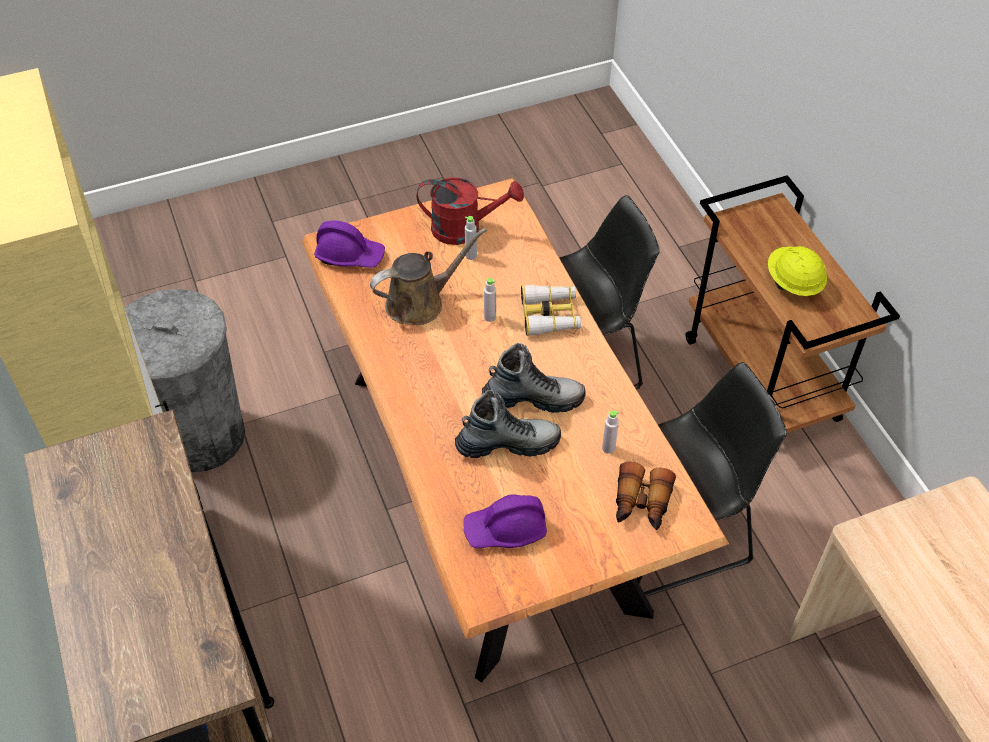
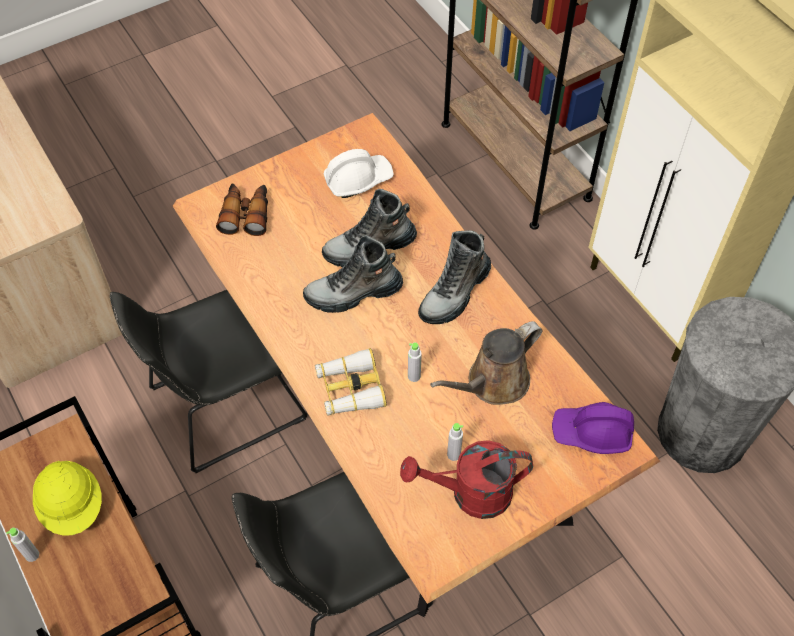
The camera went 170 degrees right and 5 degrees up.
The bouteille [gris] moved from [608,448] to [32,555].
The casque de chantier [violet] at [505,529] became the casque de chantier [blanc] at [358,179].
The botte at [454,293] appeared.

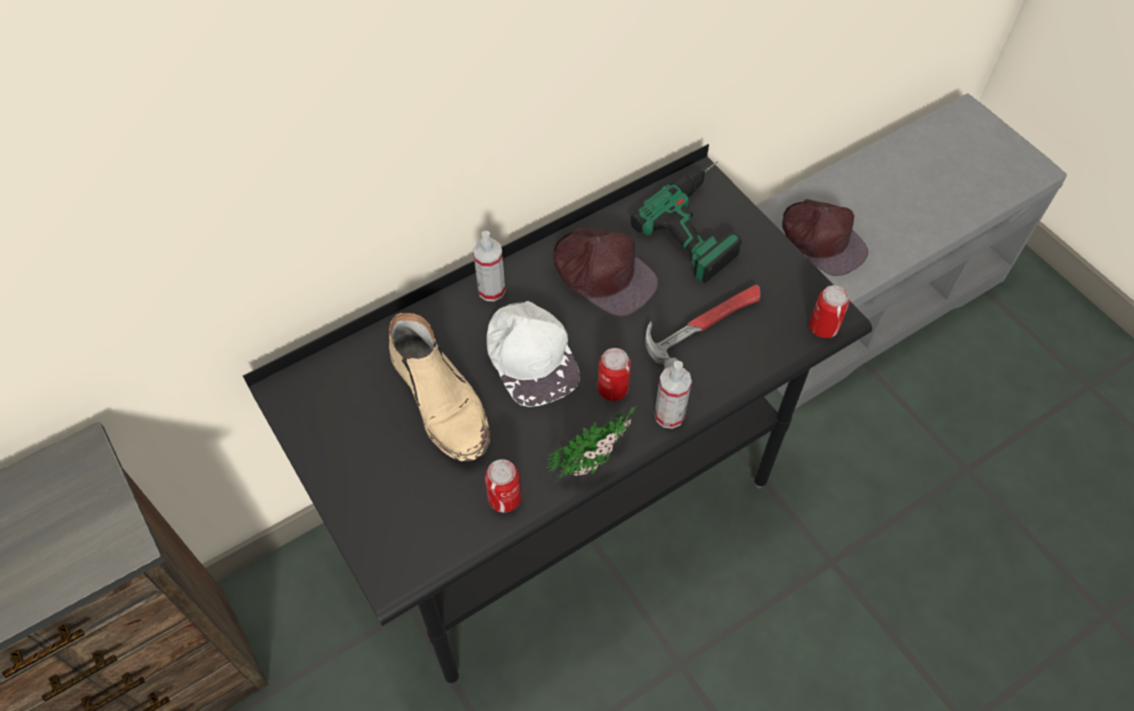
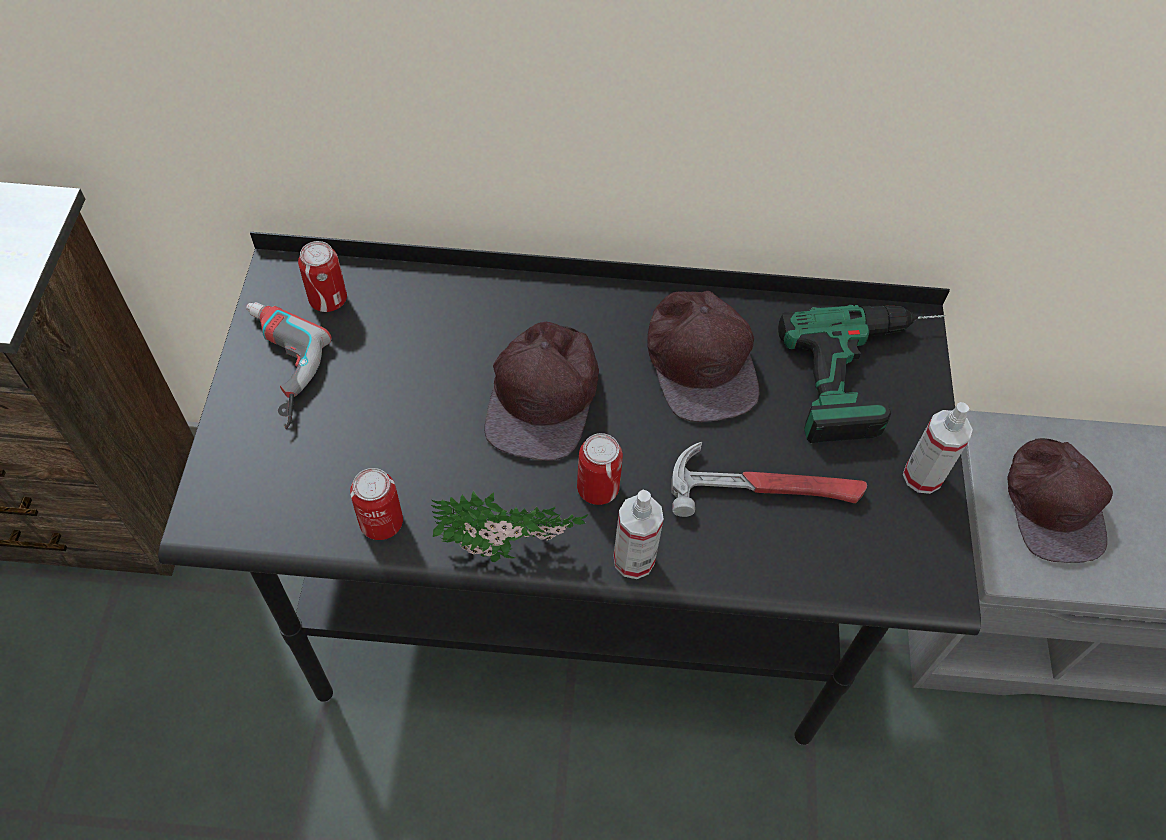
The camera went 35 degrees right and 0 degrees up.
The perceuse at [271,368] appeared.
The boîte métallique moved from [823,327] to [328,299].
The casquette [blanc] at [531,355] became the casquette [marron] at [544,395].
The vaporisateur moved from [491,290] to [922,476].
The botte [beige] at [442,400] disappeared.

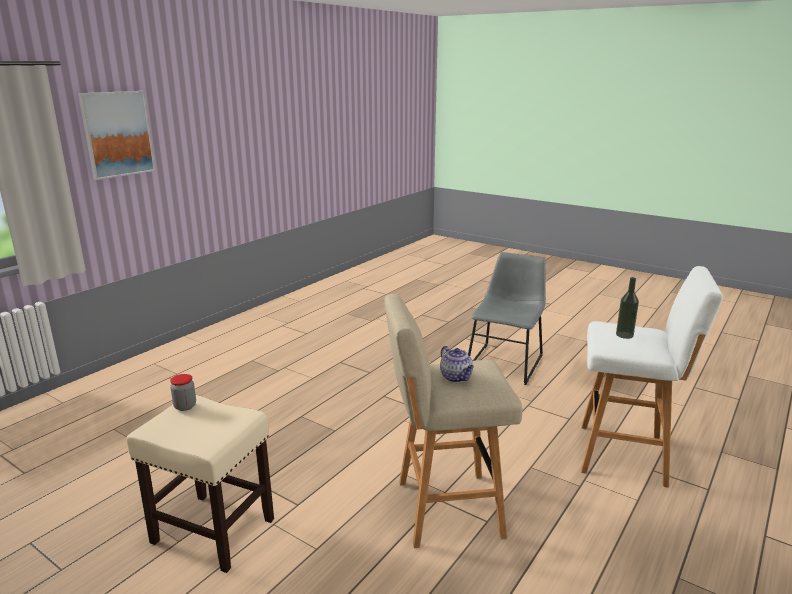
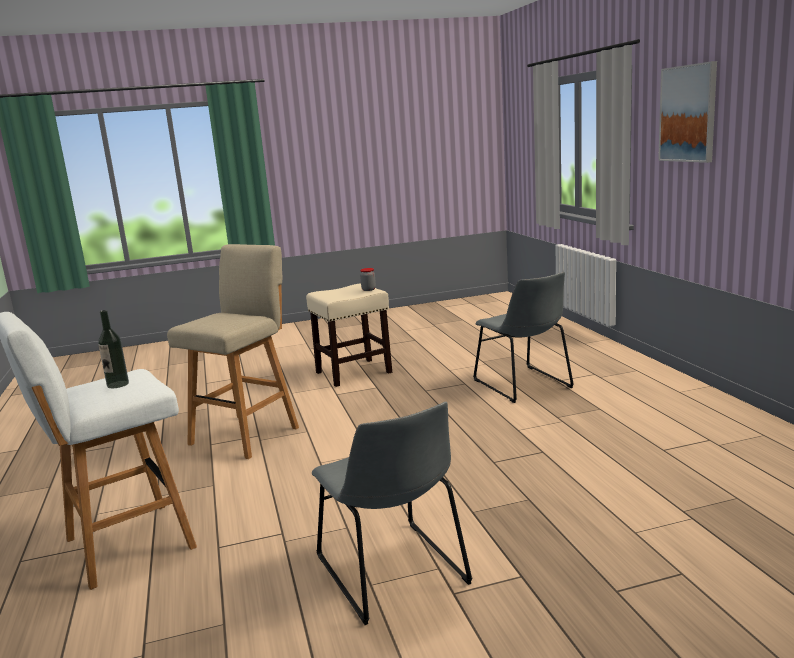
The camera went 130 degrees right and 5 degrees down.
The chaise [gris] at [524,385] appeared.
The théière at [456,377] disappeared.

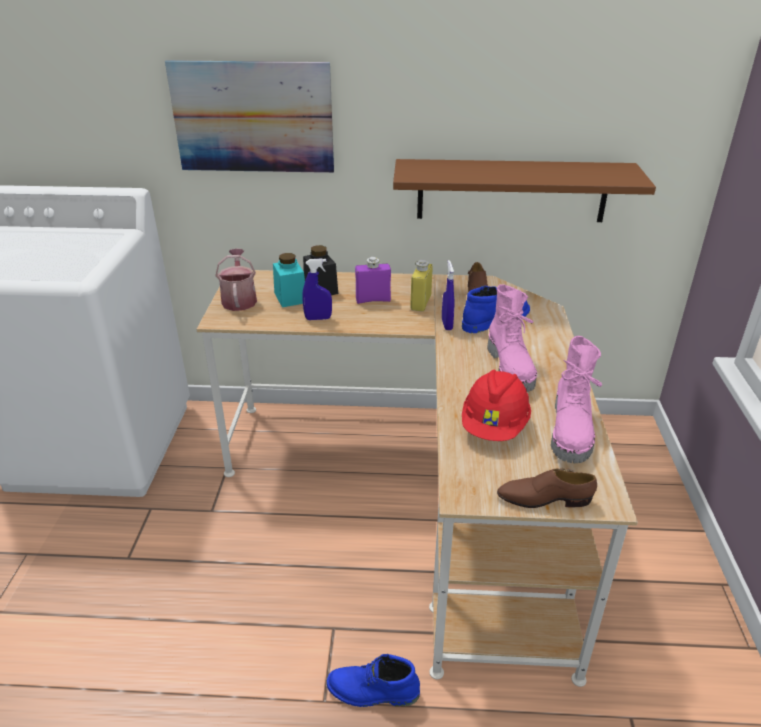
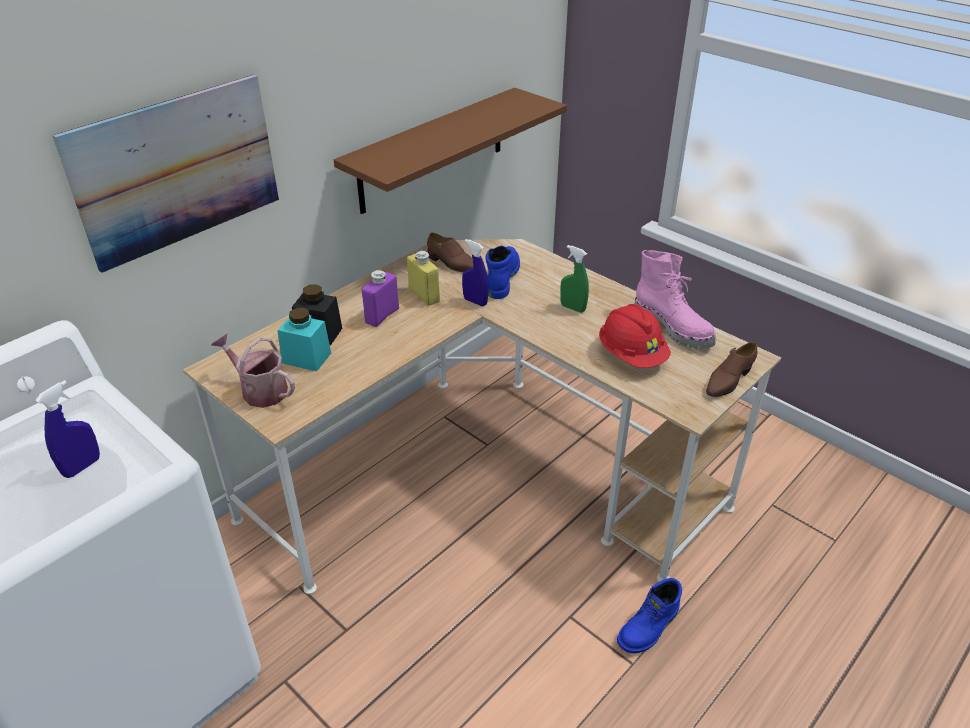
The camera went 50 degrees left and 5 degrees up.
The vaporisateur [bleu] moved from [318,318] to [82,467].
The botte [rose] at [511,368] was replaced by the vaporisateur [vert] at [572,308].

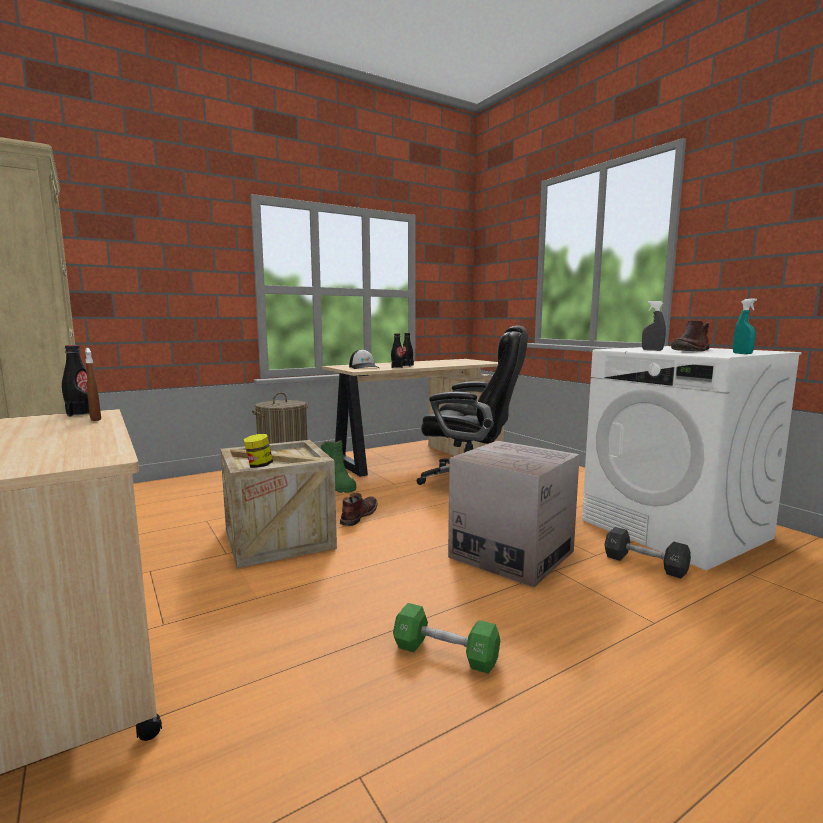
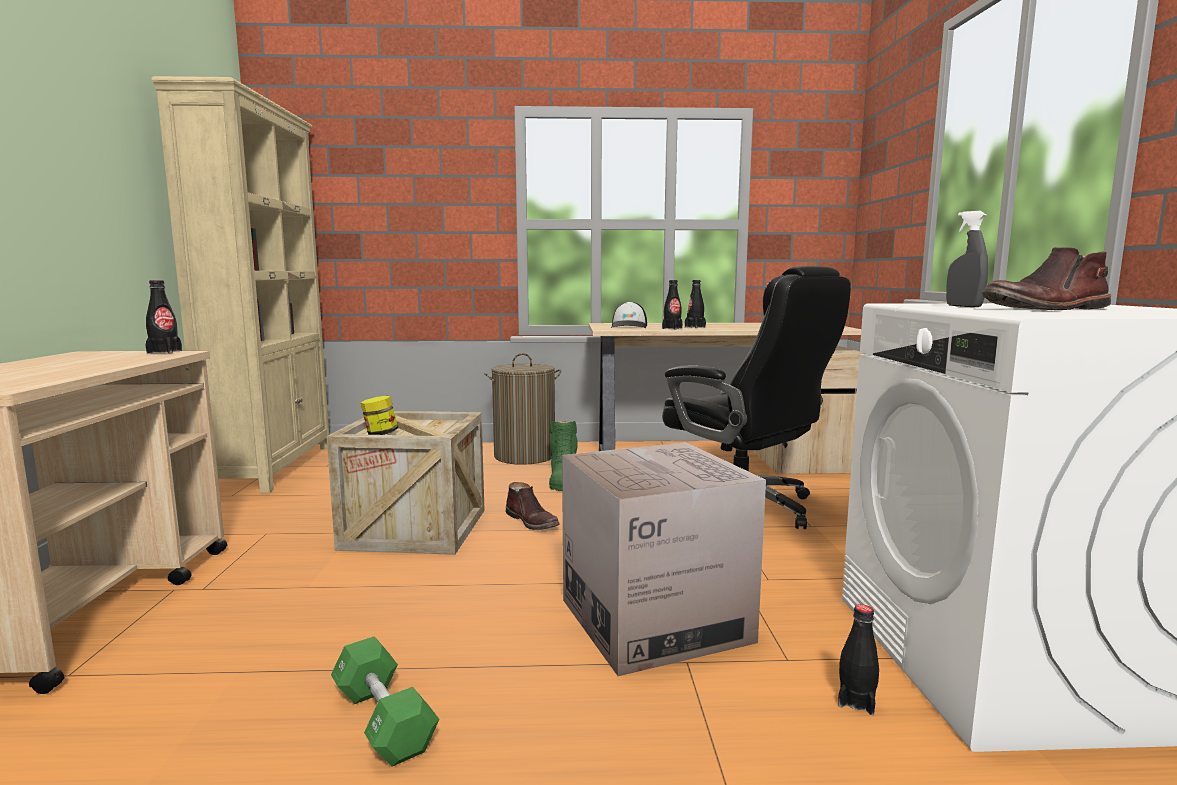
The camera went 30 degrees right and 0 degrees up.
The botte [marron] at [358,516] turned 90 degrees clockwise.
The haltère [noir] at [645,564] was replaced by the bouteille [noir] at [856,701].
The vaporisateur [marron] at [95,419] disappeared.
The vaporisateur [turquoise] at [742,353] disappeared.

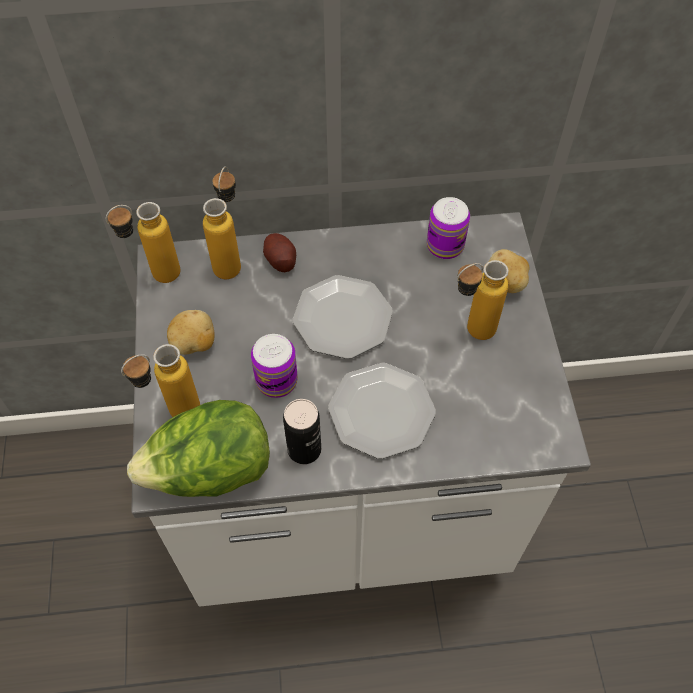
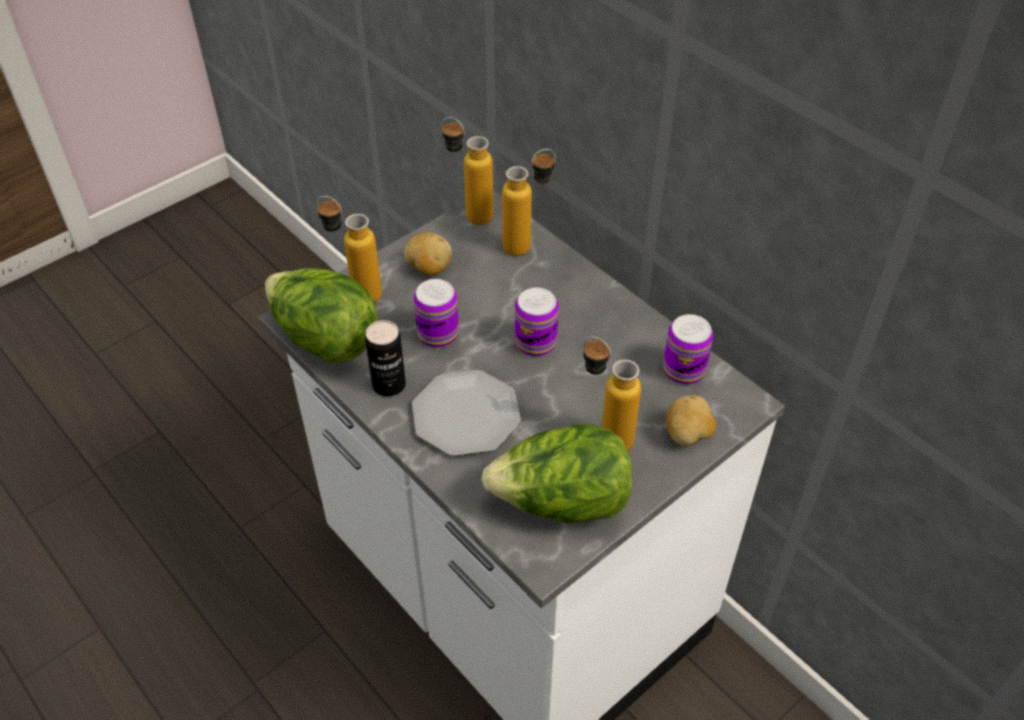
The camera went 55 degrees right and 10 degrees down.
The laitue at [561,503] appeared.
The assiette at [343,319] was replaced by the boîte métallique at [535,343].
The pomme de terre at [280,260] disappeared.

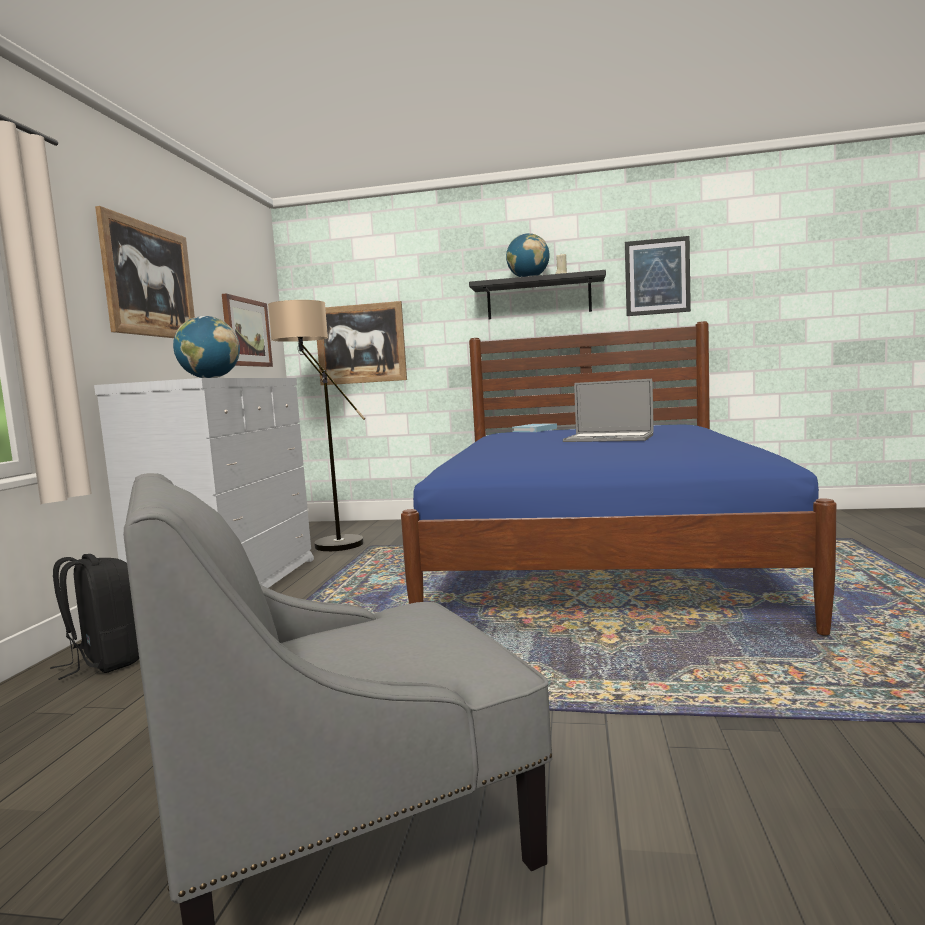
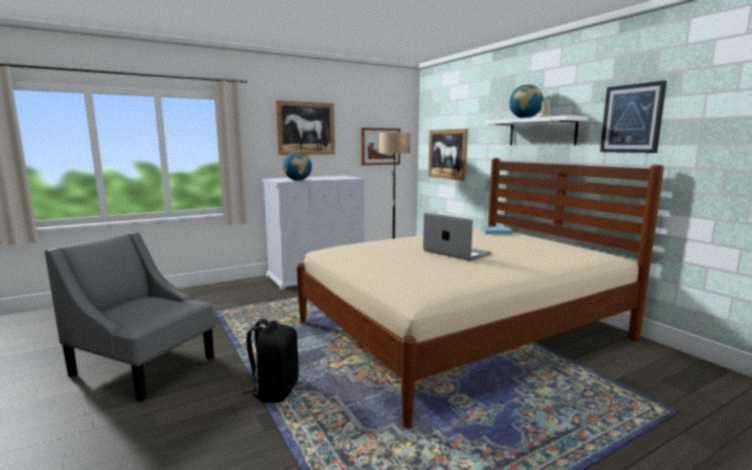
The camera went 50 degrees right and 5 degrees up.
The sac à dos [noir] moved from [106,661] to [275,390].
The lit [bleu] at [597,559] became the lit [beige] at [461,330].
The ordinateur portable at [608,438] turned 150 degrees clockwise.
The étagère [noir] at [538,298] became the étagère [blanc] at [541,132].

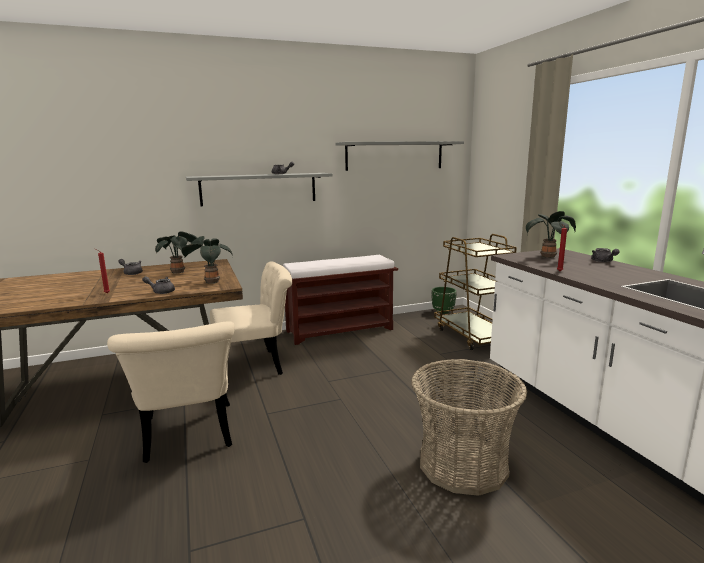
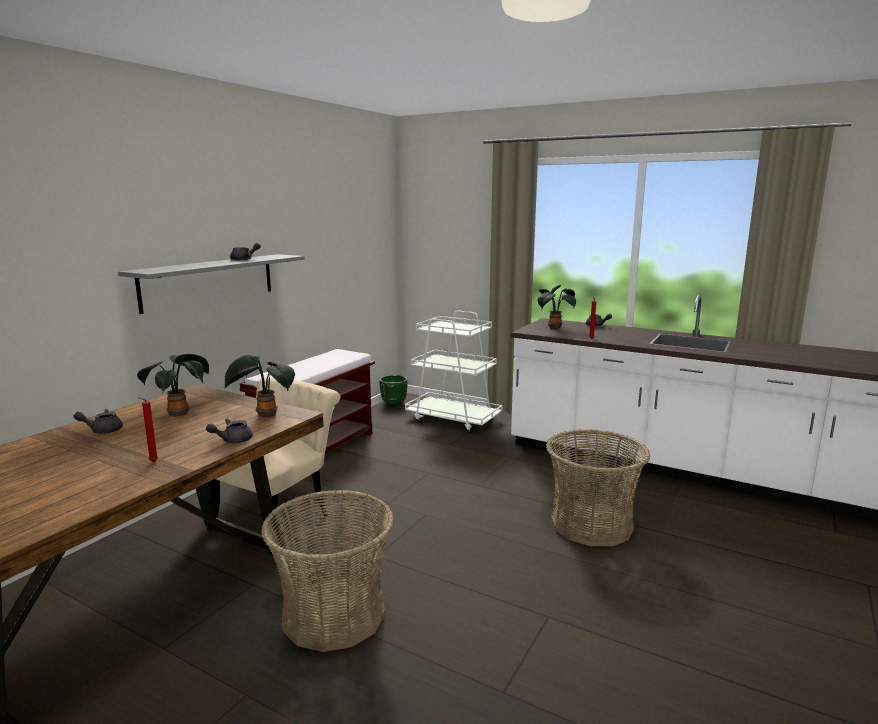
The camera went 40 degrees left and 0 degrees up.
The chaise [beige] at [189,438] was replaced by the panier at [333,614].
The chariot [marron] at [473,335] became the chariot [blanc] at [453,419].
The étagère [gris] at [394,155] disappeared.

